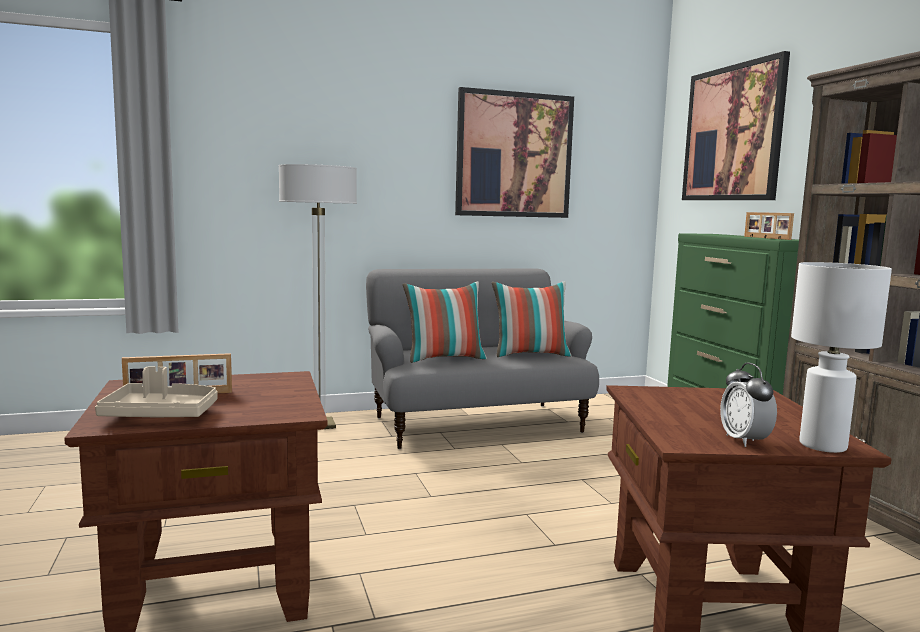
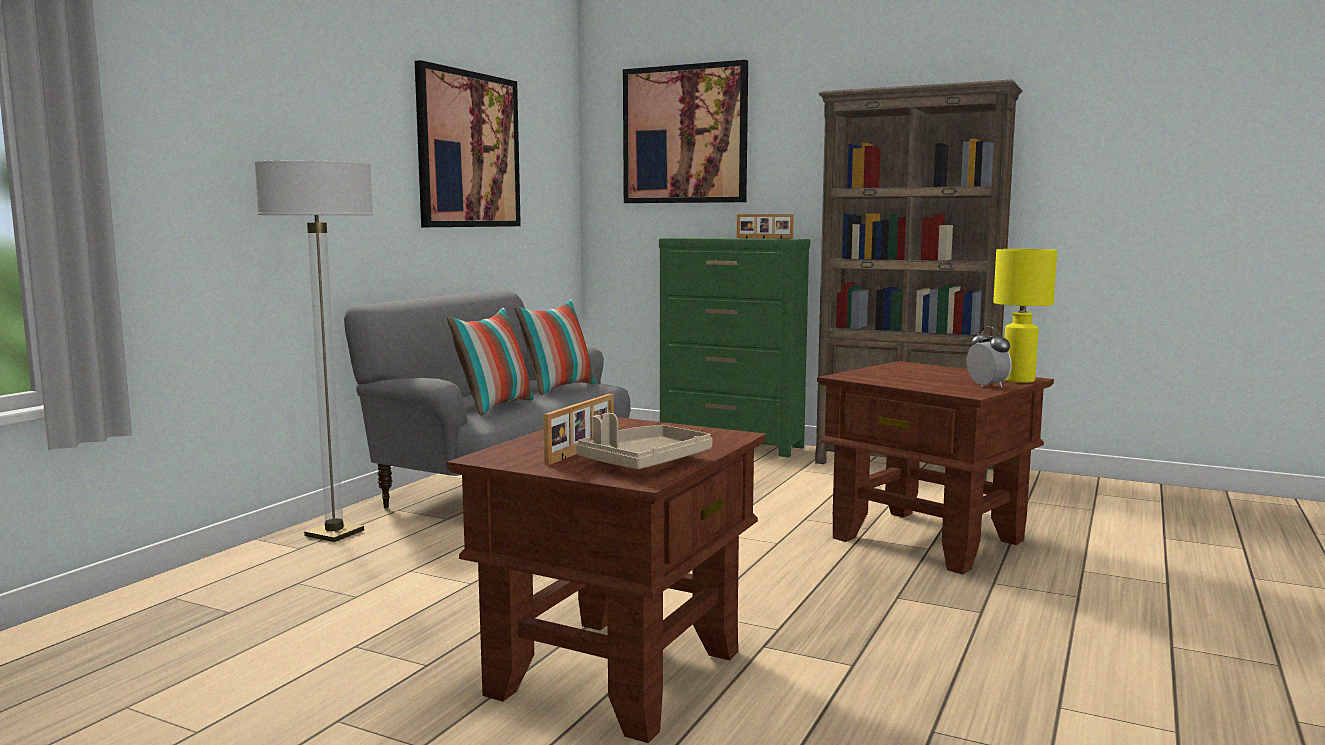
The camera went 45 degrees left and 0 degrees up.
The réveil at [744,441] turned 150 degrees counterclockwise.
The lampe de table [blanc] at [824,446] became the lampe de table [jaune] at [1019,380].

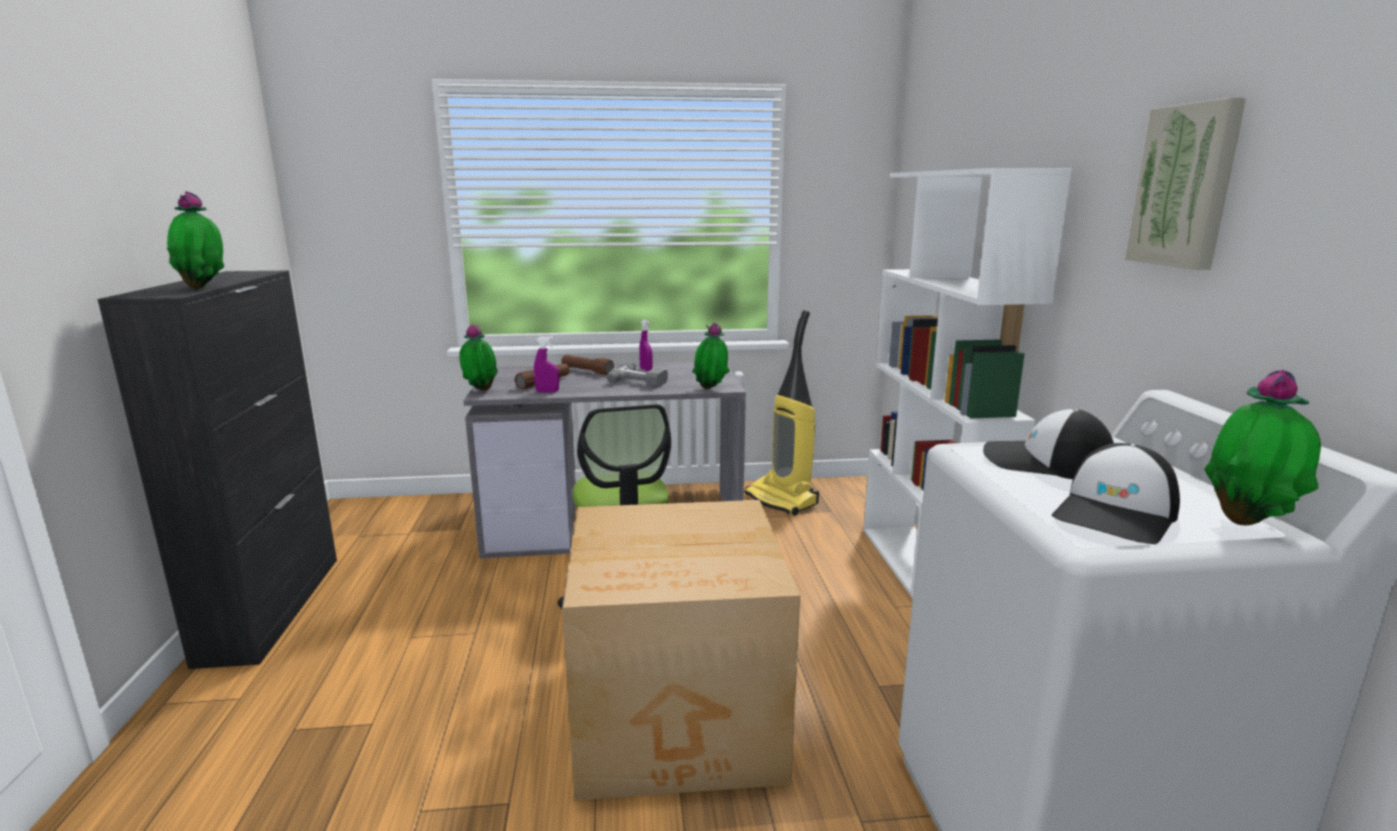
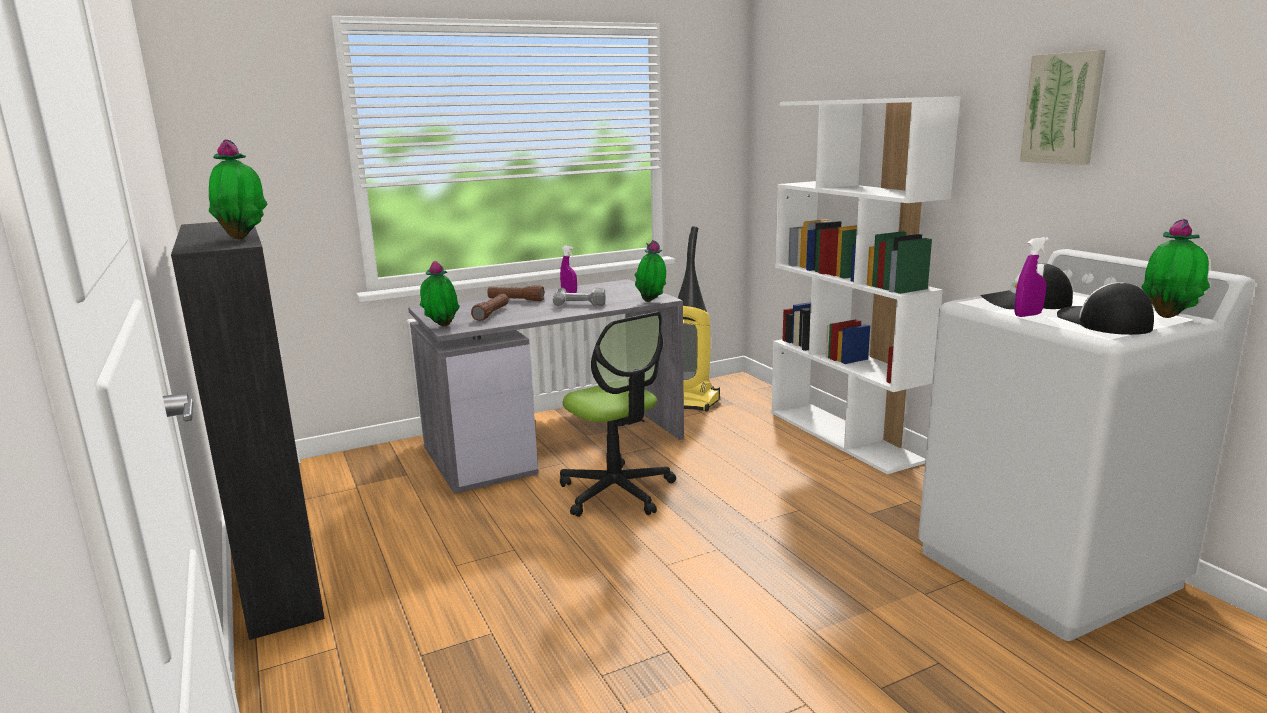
The camera went 20 degrees left and 0 degrees up.
The vaporisateur [violet] moved from [547,392] to [1027,315].
The casquette at [1116,514] turned 150 degrees clockwise.
The carton at [680,719] disappeared.

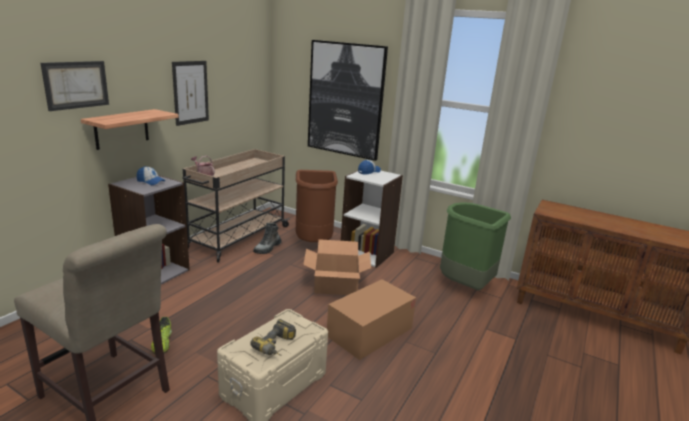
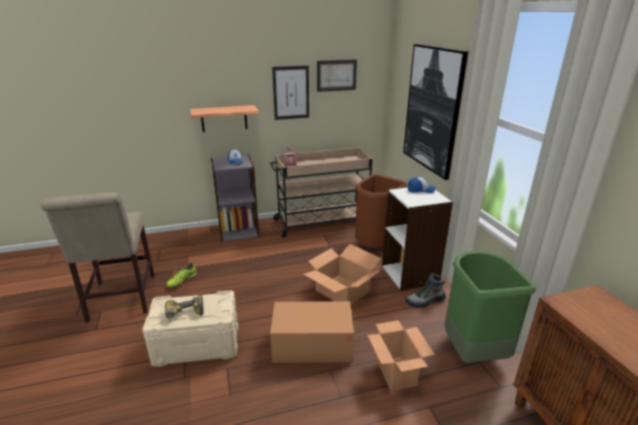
The camera went 45 degrees right and 5 degrees up.
The tableau moved from [76,85] to [336,75].
The carton at [396,373] appeared.
The botte moved from [267,248] to [425,301].

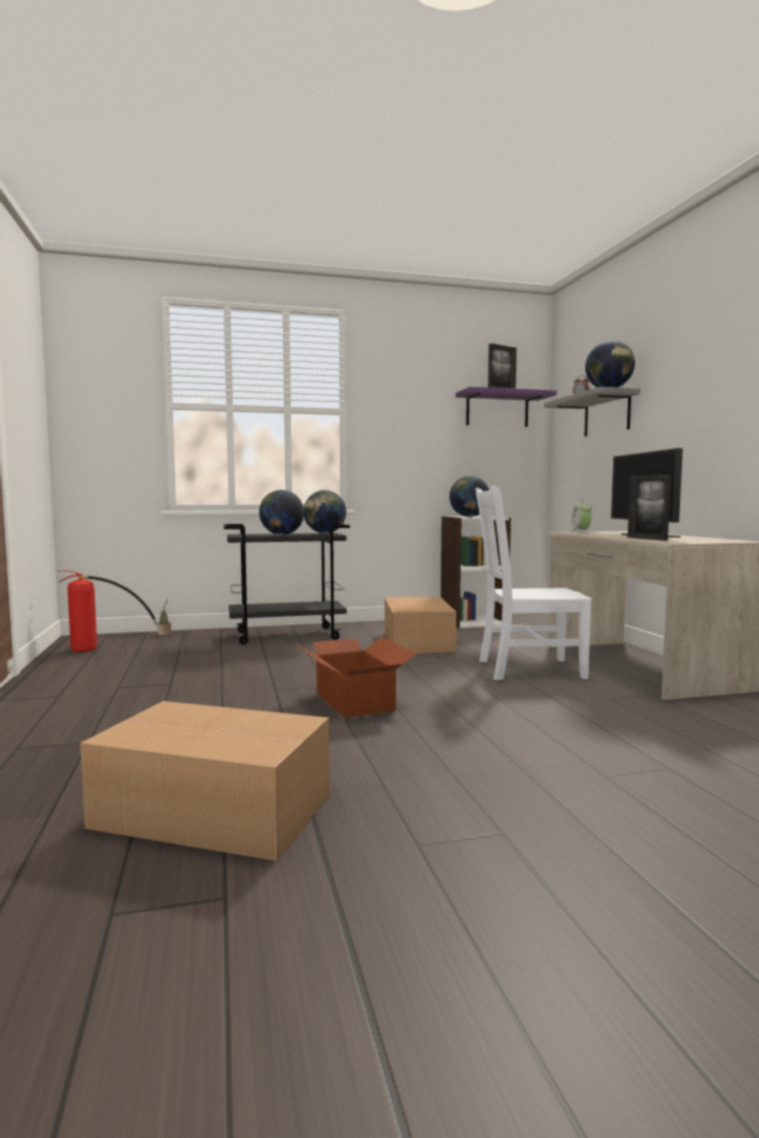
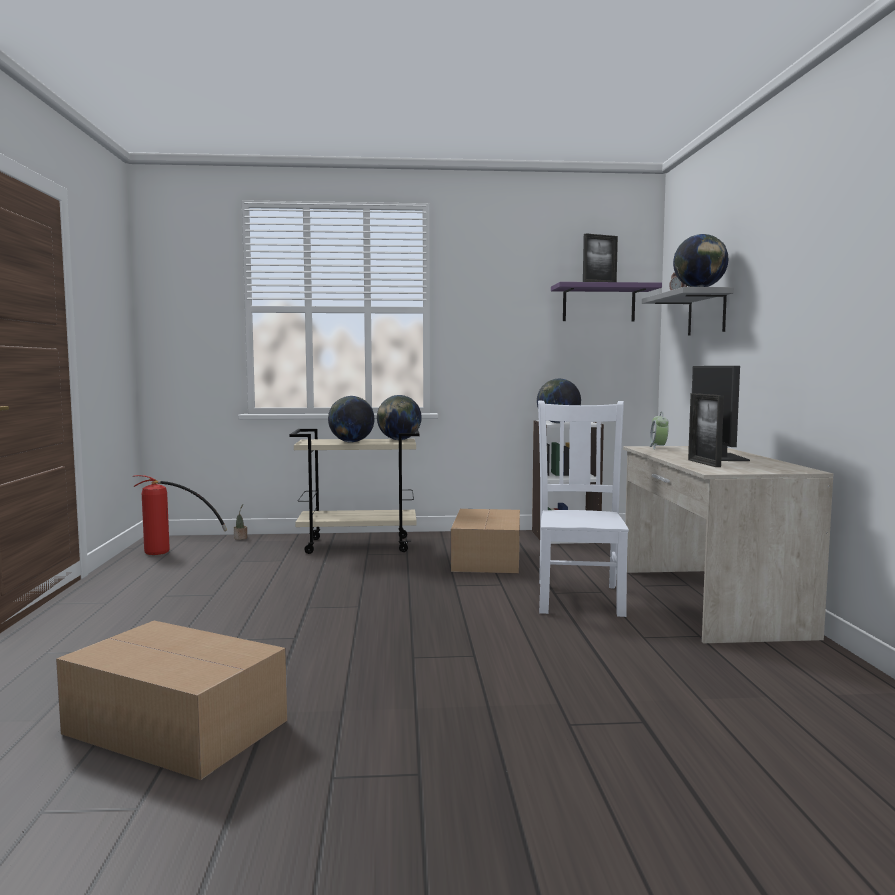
The camera went 10 degrees right and 0 degrees up.
The chariot [noir] at [288,635] became the chariot [beige] at [359,545].
The chaise [blanc] at [526,669] turned 90 degrees clockwise.
The carton at [355,701] disappeared.

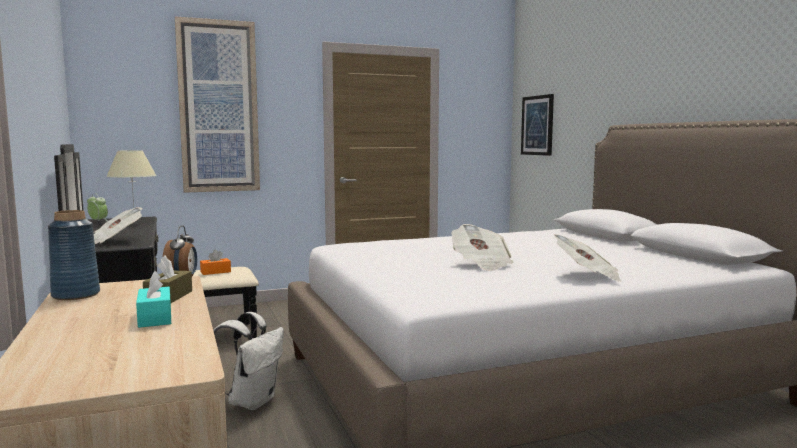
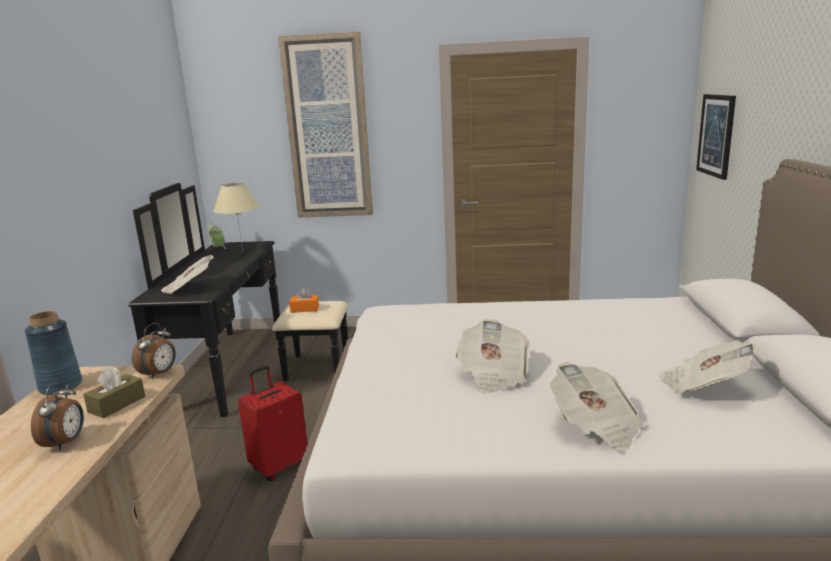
The camera went 25 degrees right and 10 degrees up.
The boîte à mouchoirs [turquoise] at [155,318] was replaced by the réveil at [66,442].
The sac à dos [blanc] at [251,401] was replaced by the valise [rouge] at [279,466].
The journal at [703,386] appeared.

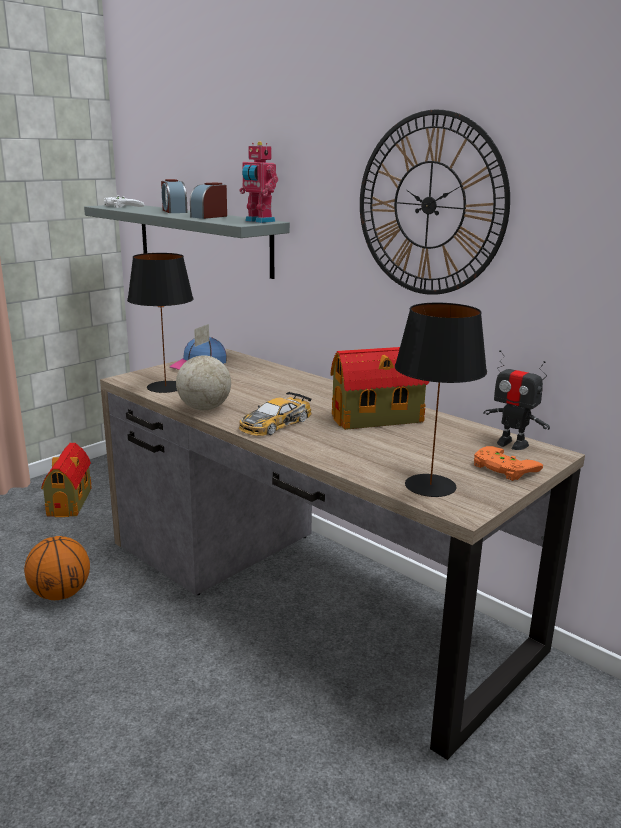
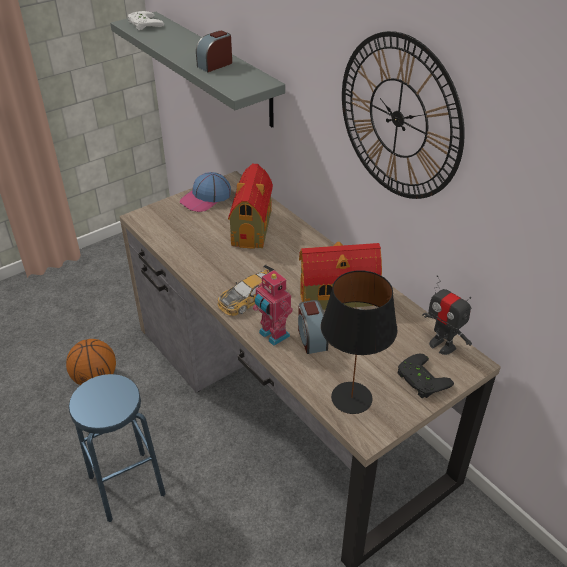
The camera went 10 degrees right and 20 degrees up.
The tabouret [bleu] at [126,485] appeared.
The maison miniature moved from [70,501] to [252,227].
The robot jouet moved from [258,221] to [272,335].
The réveil moved from [174,211] to [311,338].
The manette [orange] at [502,468] became the manette [noir] at [420,380].
The lampe de table [noir] at [165,387] disappeared.
The globe at [205,408] disappeared.

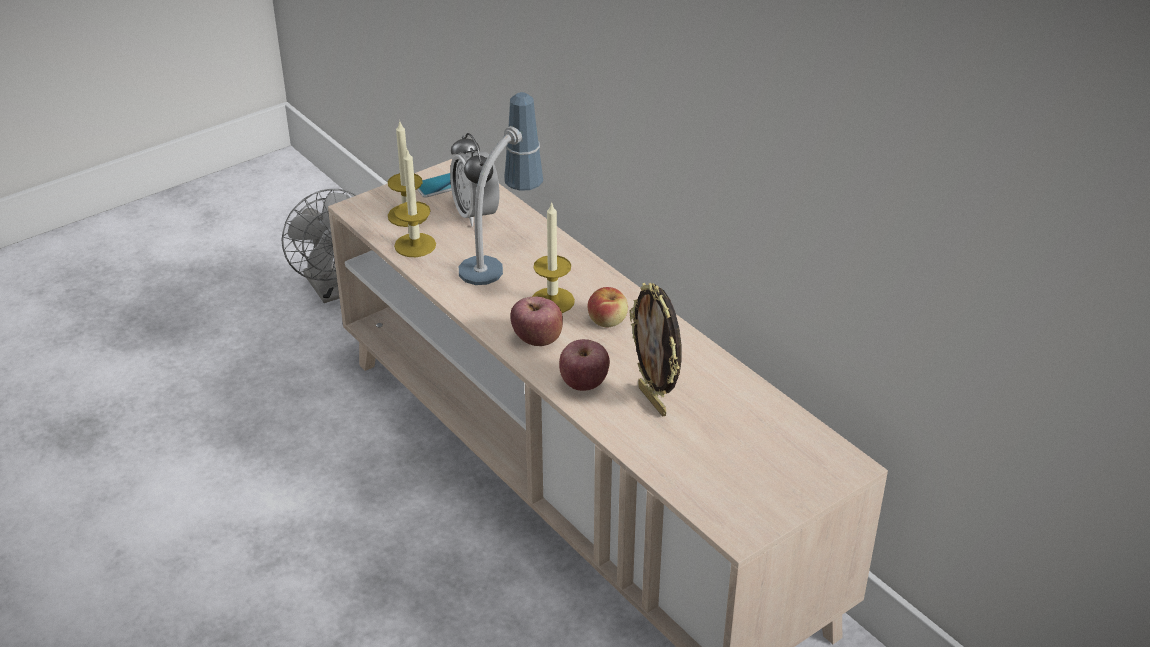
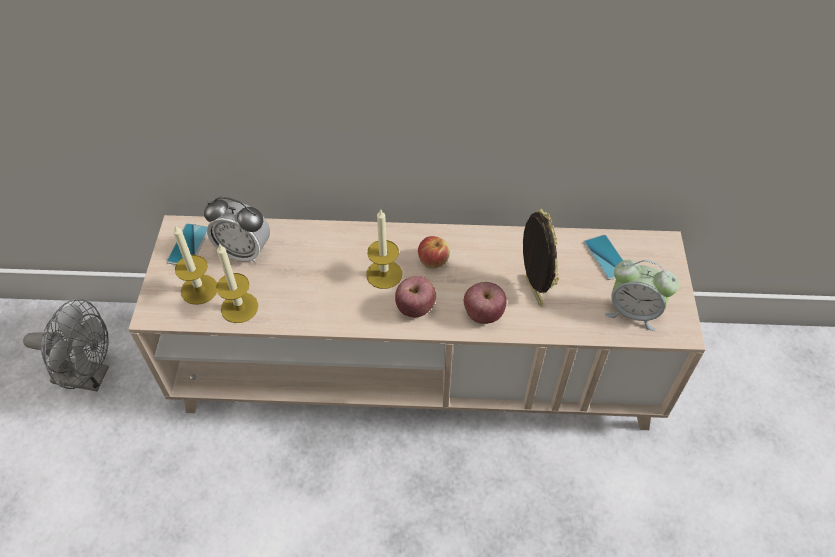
The camera went 50 degrees left and 15 degrees up.
The cadre photo at [654,400] turned 120 degrees counterclockwise.
The téléphone at [606,257] appeared.
The réveil at [633,312] appeared.
The lampe de table at [502,257] disappeared.

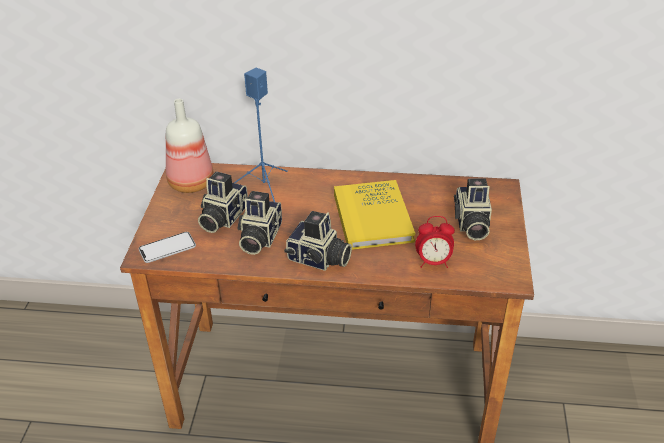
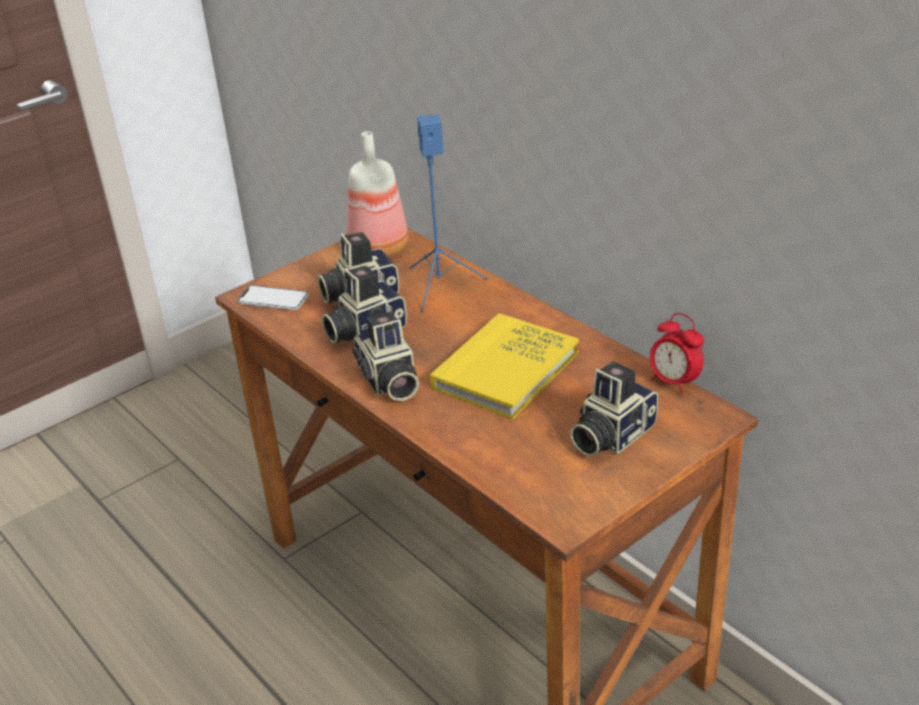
The camera went 45 degrees right and 5 degrees down.
The réveil moved from [433,262] to [674,382].

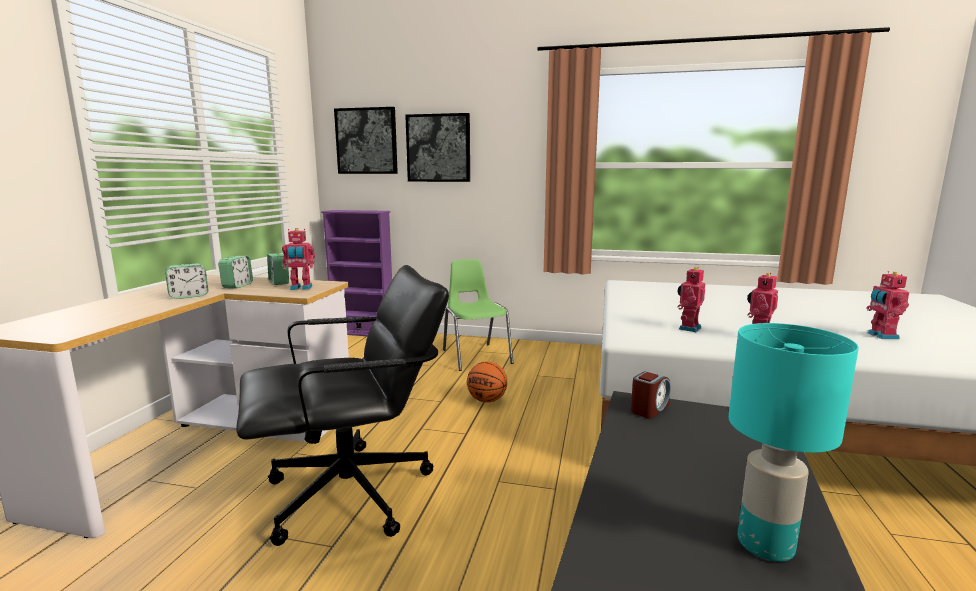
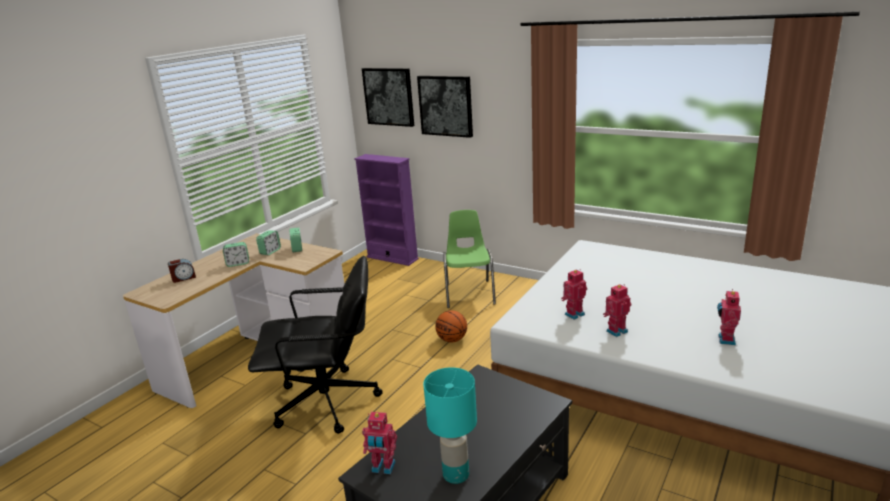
The camera went 20 degrees right and 10 degrees up.
The réveil moved from [649,409] to [183,278].
The robot jouet moved from [301,288] to [383,468].

